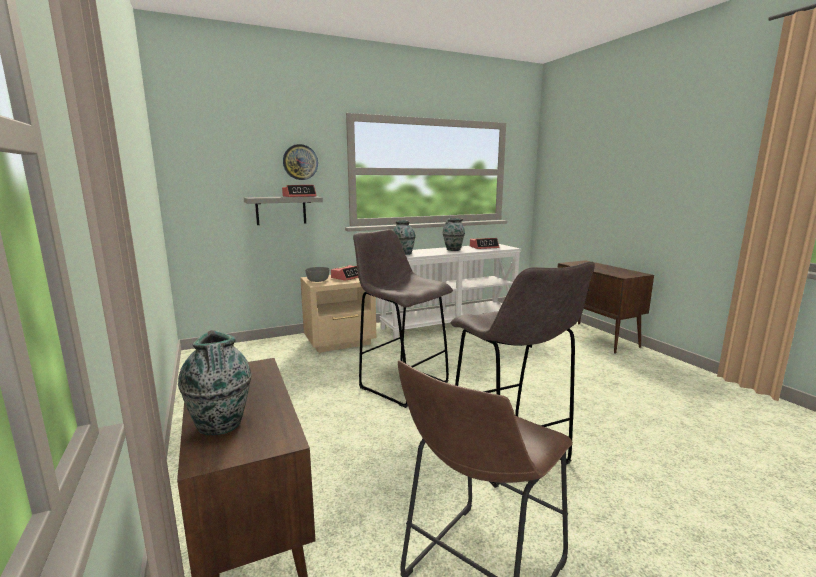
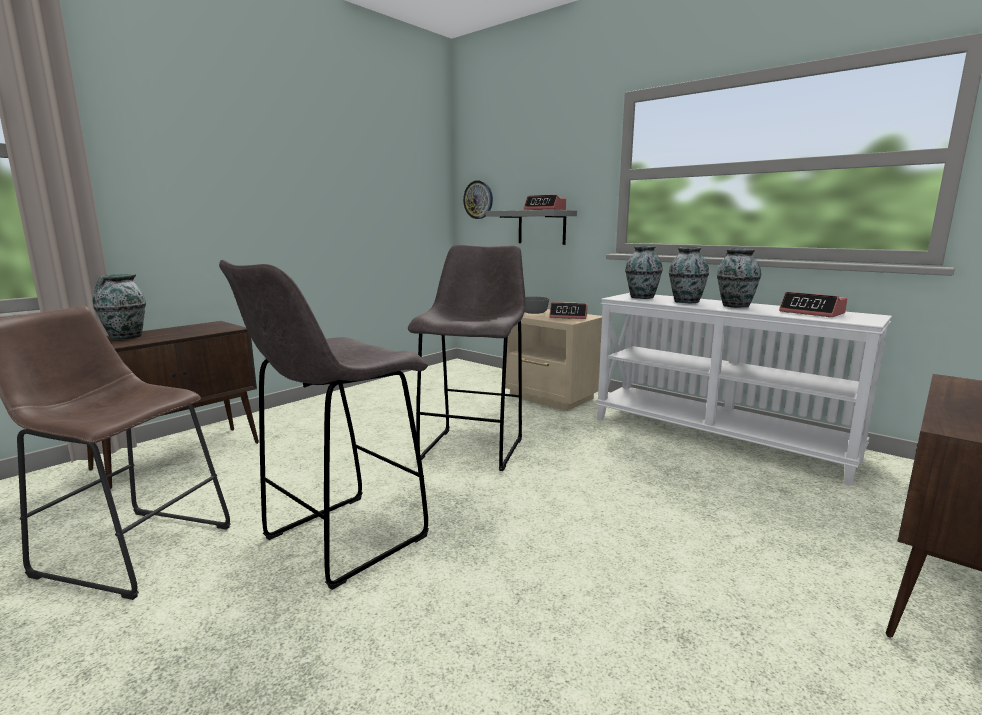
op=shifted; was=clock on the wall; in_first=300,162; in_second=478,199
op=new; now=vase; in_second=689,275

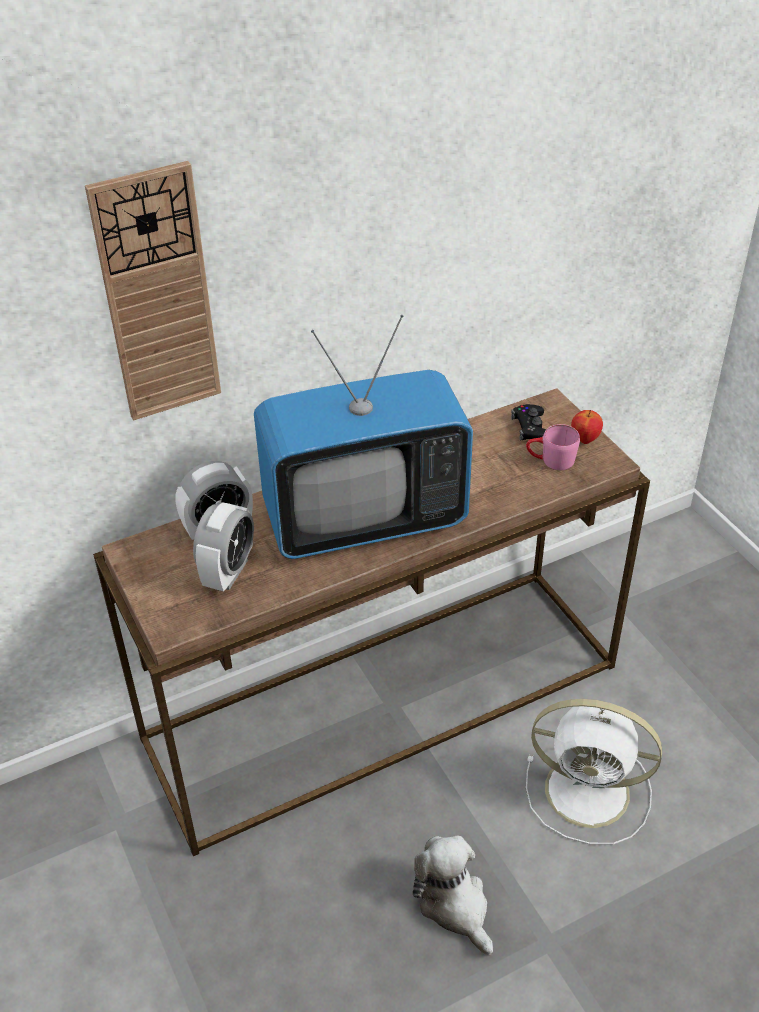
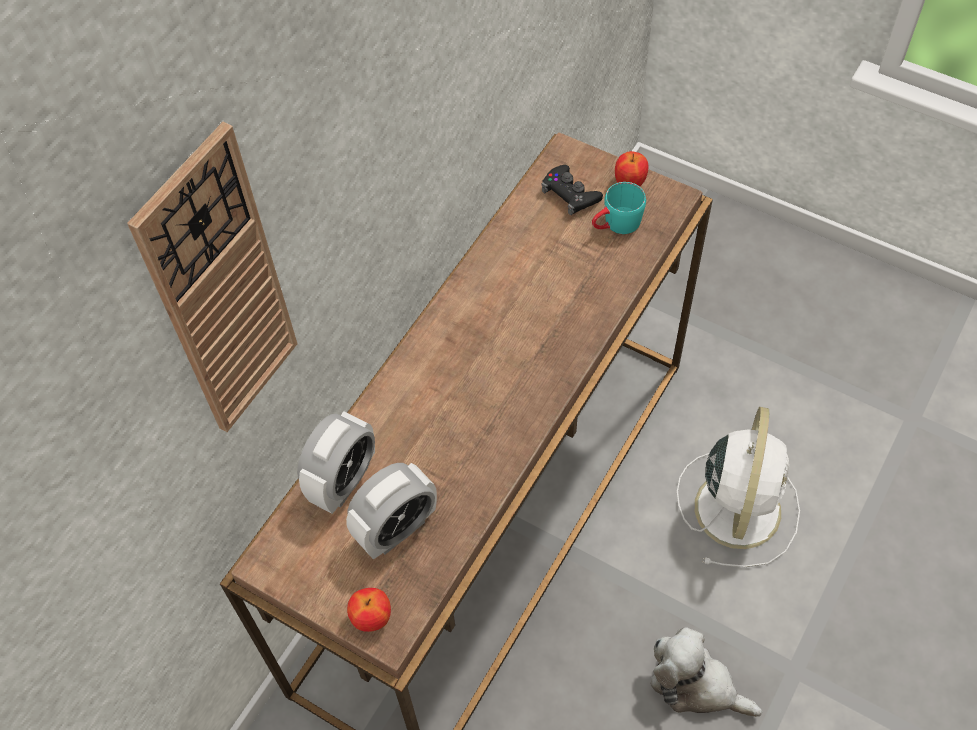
op=gone; was=TV set; in_first=363,437
op=repainted; was=pink coffee mug; now=turquoise coffee mug; in_first=553,447; in_second=619,208
op=rotated; was=table clock; in_first=223,546; in_second=391,511; clockwise=60
op=rotated; was=whitish electric fan; in_first=594,772; in_second=738,487; clockwise=-60
op=new; now=whole apple; in_second=369,610

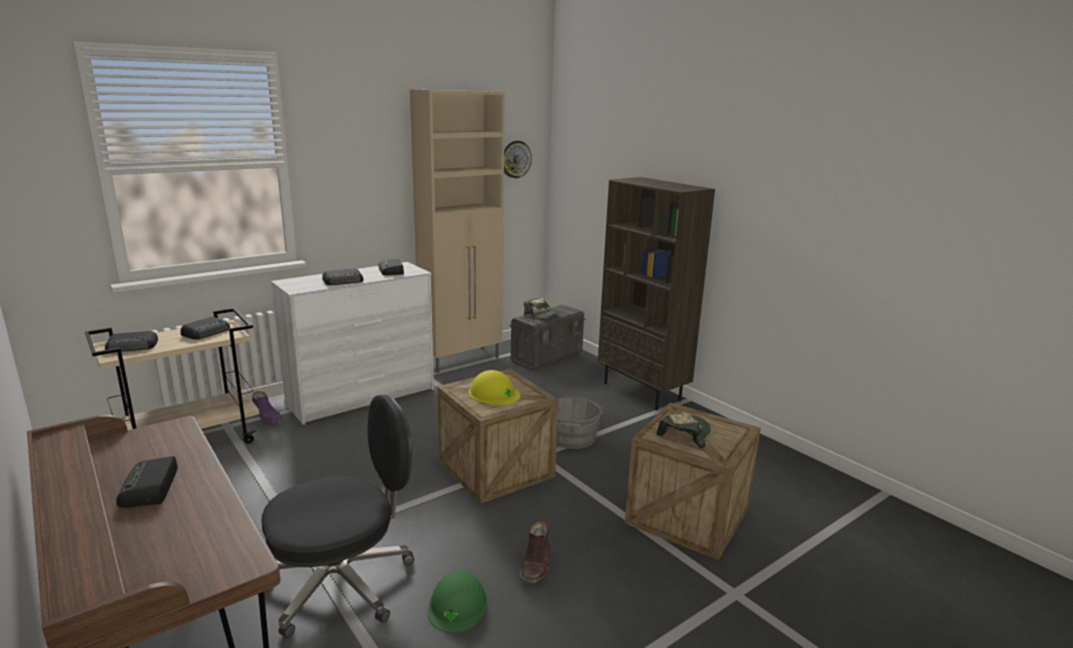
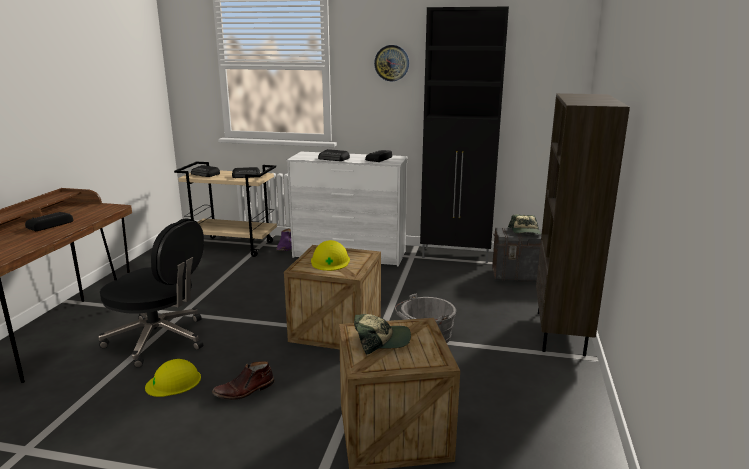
op=repainted; was=sand-coloured cabinet; now=blackish cabinet; in_first=457,231; in_second=464,135
op=shifted; was=clock on the wall; in_first=518,159; in_second=391,63
op=repainted; was=green-coloured work helmet; now=yellow-coloured work helmet; in_first=458,602; in_second=173,378

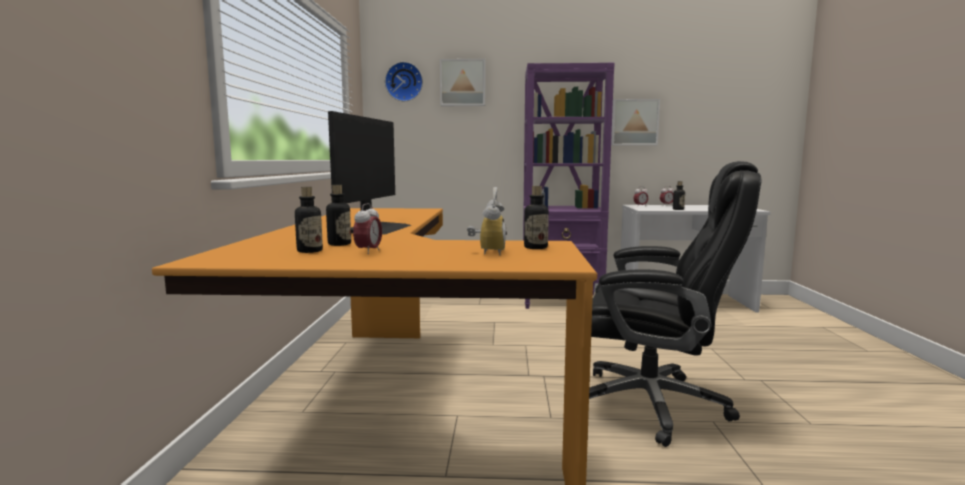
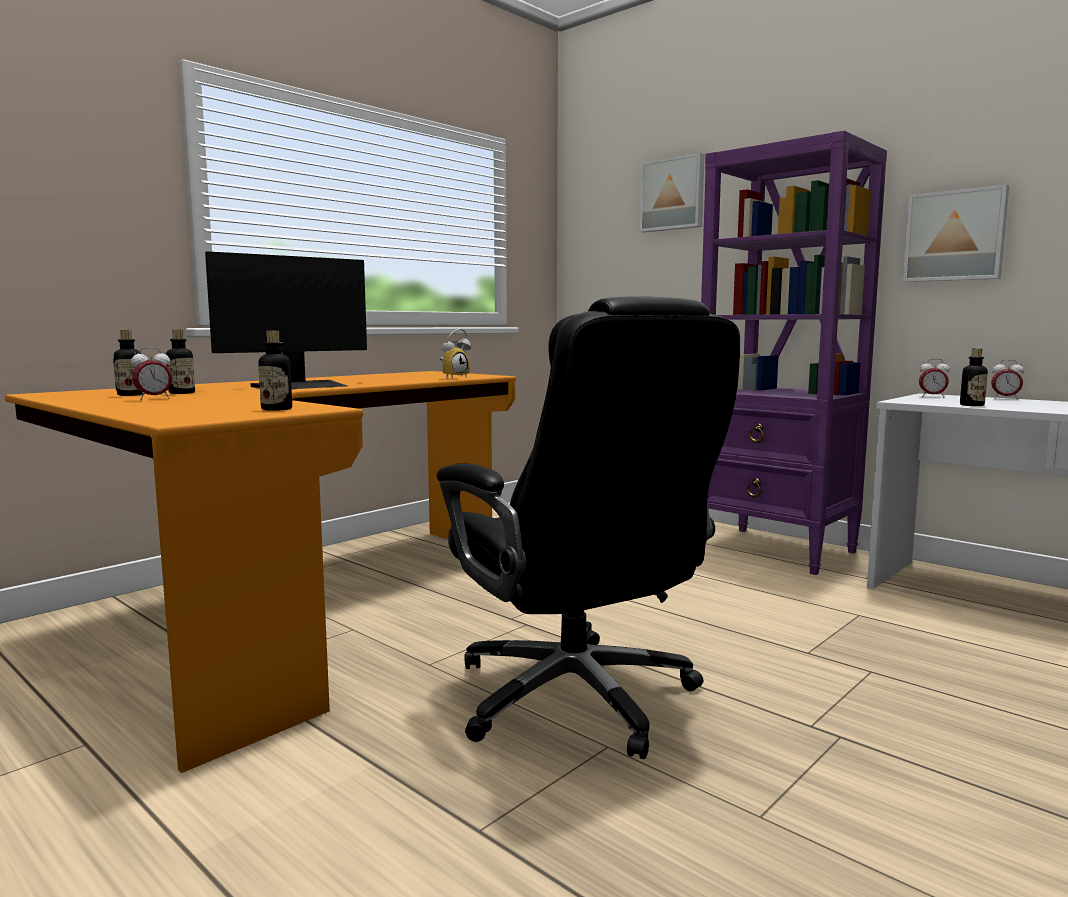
op=gone; was=clock on the wall; in_first=404,81
op=shifted; was=table clock; in_first=487,221; in_second=455,354

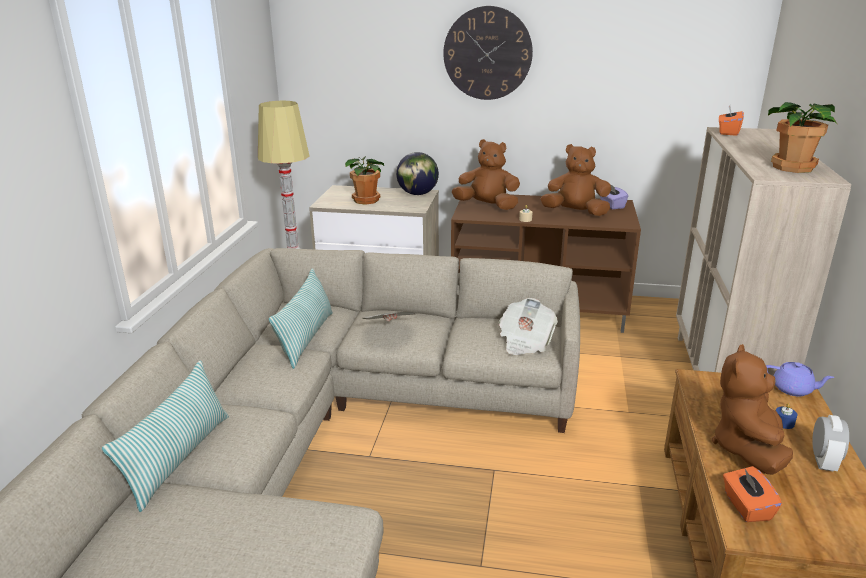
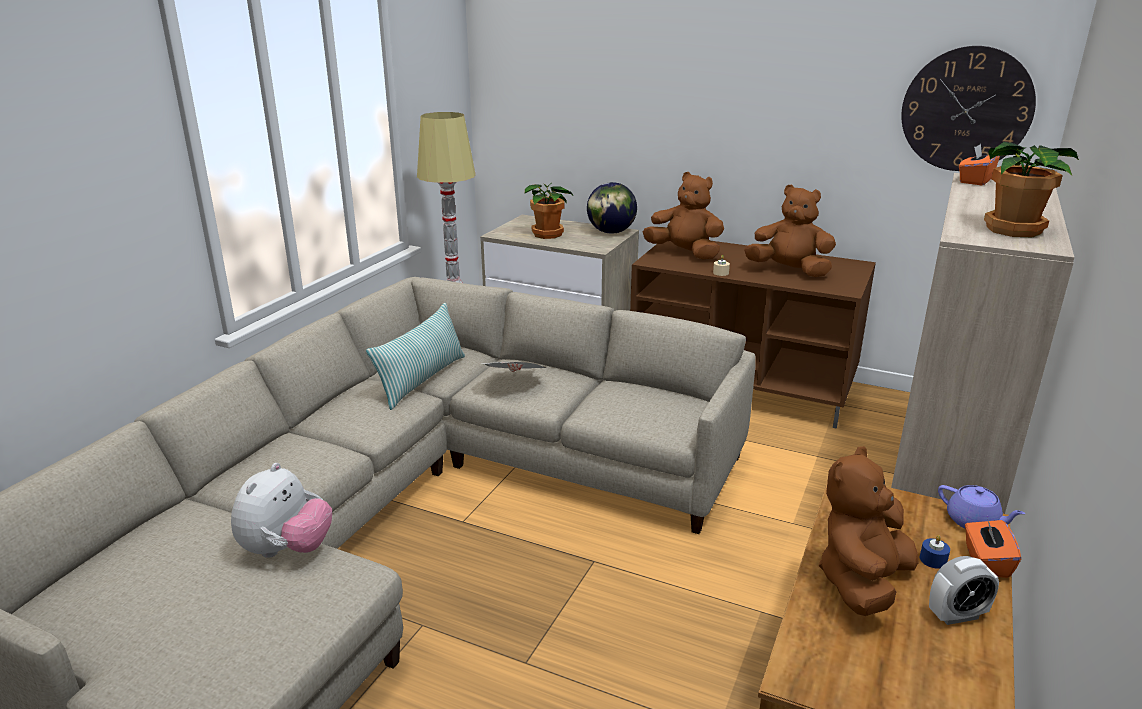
op=shifted; was=clock on the wall; in_first=488,53; in_second=968,108
op=gone; was=purple-coloured box of tissues; in_first=614,196
op=gone; was=printed paper; in_first=528,326
op=gone; was=pillow; in_first=165,436
op=rotated; was=table clock; in_first=830,443; in_second=964,590; clockwise=45
op=shifted; was=orangey box of tissues; in_first=752,494; in_second=993,547
op=new; now=soft toy; in_second=281,510

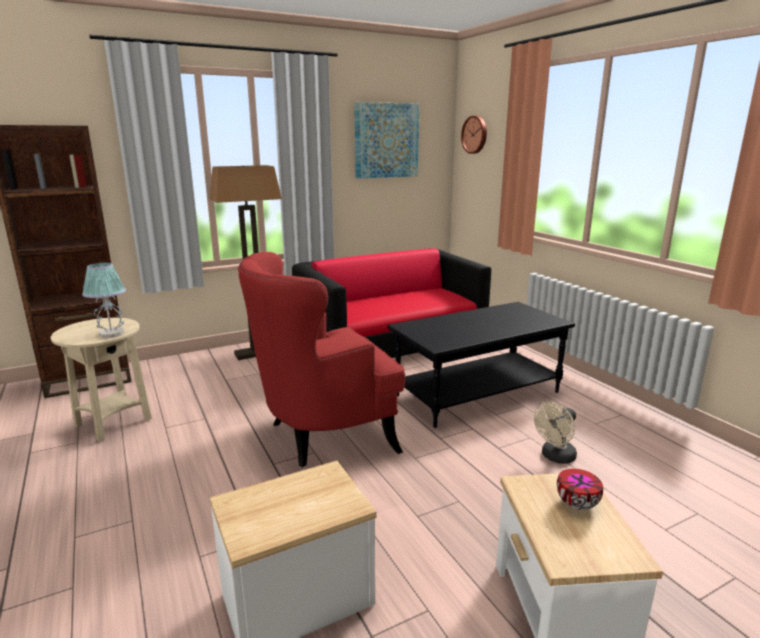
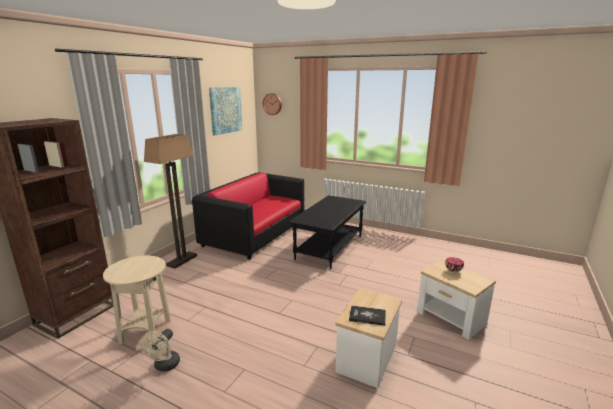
op=gone; was=red-coloured lounge chair; in_first=321,359
op=gone; was=tabletop lamp; in_first=104,300
op=shifted; was=sand-coloured electric fan; in_first=555,433; in_second=160,350
op=new; now=volume; in_second=367,315

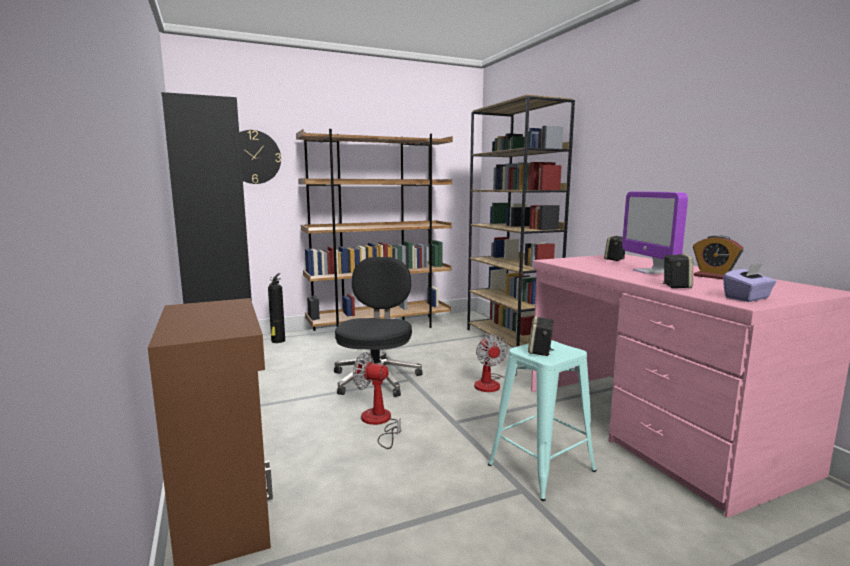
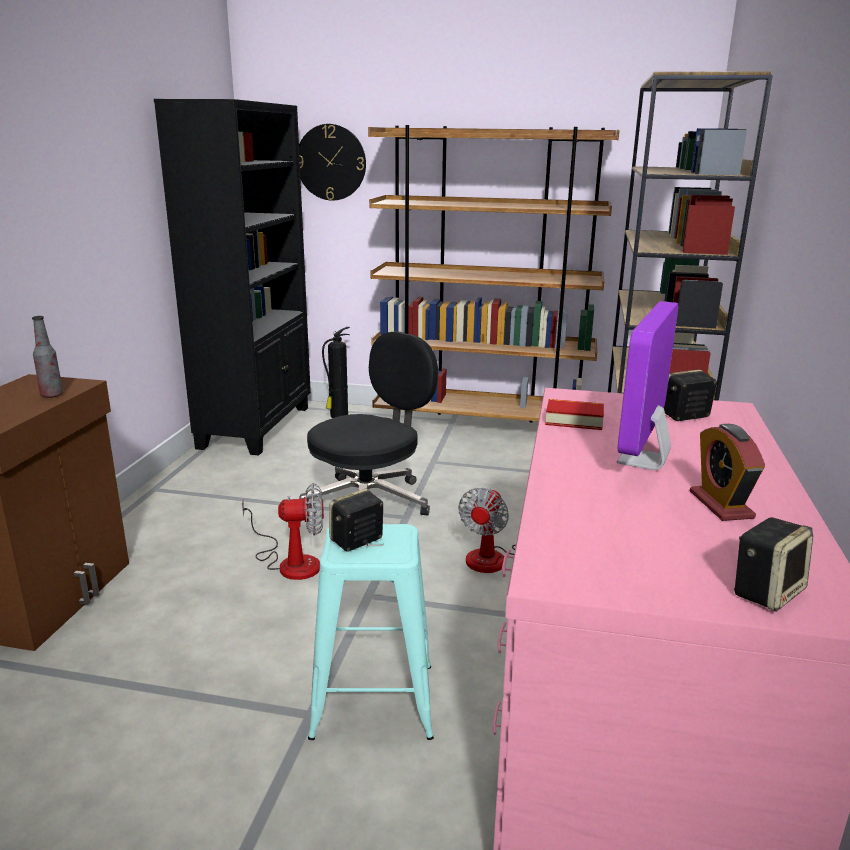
op=shifted; was=speaker; in_first=678,271; in_second=773,564
op=gone; was=purple-coloured box of tissues; in_first=749,282
op=rotated; was=electric fan; in_first=377,400; in_second=283,531; clockwise=120
op=new; now=drink bottle; in_second=47,357
op=new; now=volume; in_second=574,414

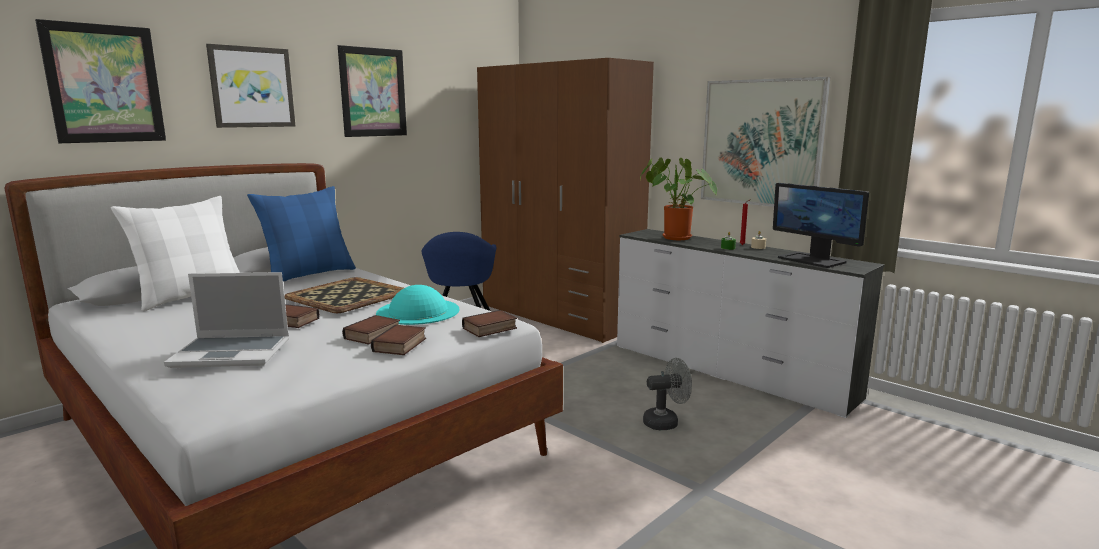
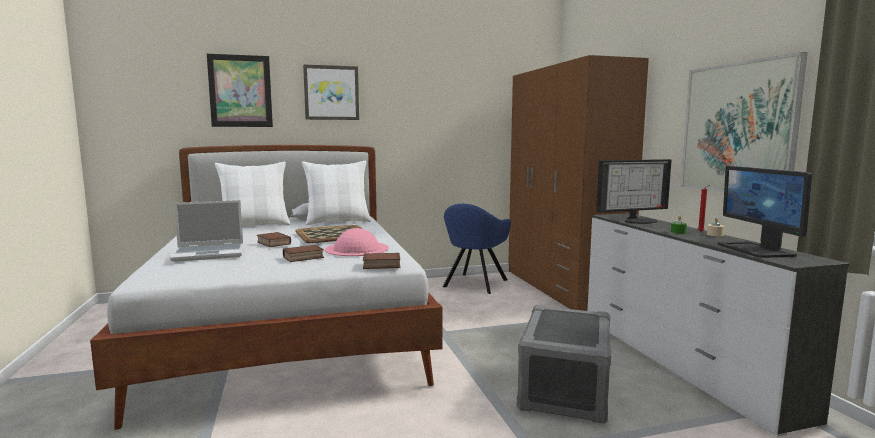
op=gone; was=wall art; in_first=372,91
op=swapped; was=potted plant; now=computer display; in_first=678,198; in_second=634,191
op=repainted; was=blue-coloured pillow; now=whitish pillow; in_first=301,233; in_second=336,193
op=rotated; was=notebook computer; in_first=226,320; in_second=206,231; clockwise=-45
op=repainted; was=turquoise wearable hat; now=pink wearable hat; in_first=418,305; in_second=357,242
op=gone; was=volume; in_first=398,340
op=swapped; was=grey electric fan; now=grey storage bin; in_first=667,394; in_second=564,364

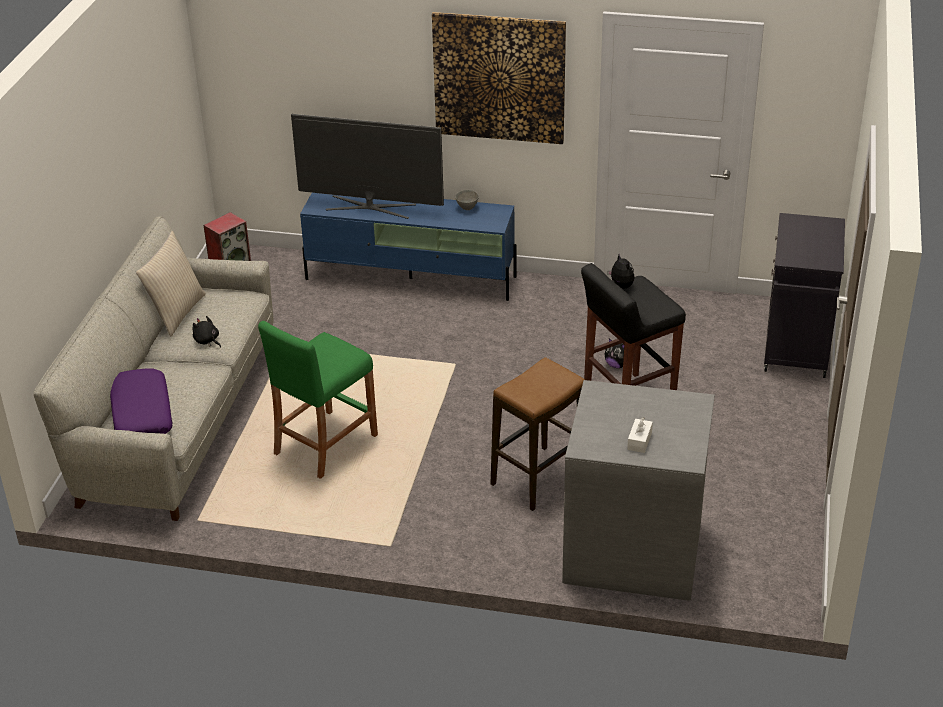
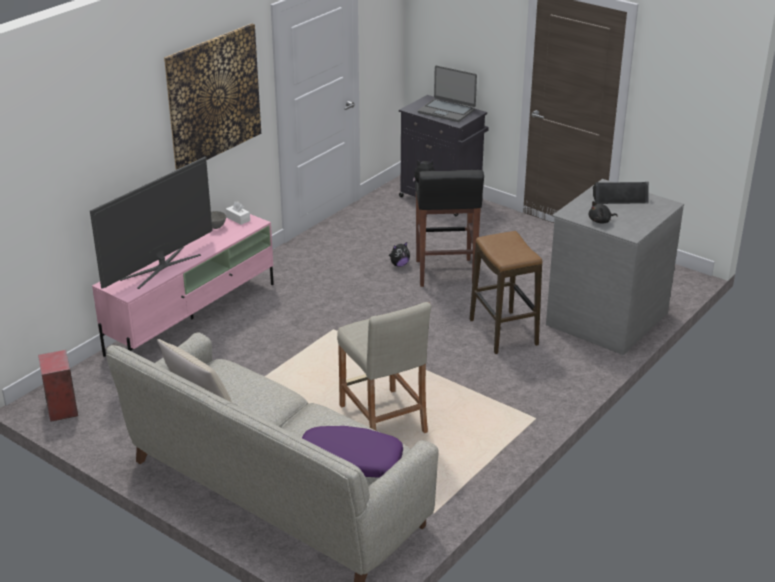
op=repainted; was=blue-coloured media console; now=pink media console; in_first=408,247; in_second=183,285
op=shifted; was=blackish soft toy; in_first=207,332; in_second=603,212
op=repainted; was=green-coloured stool seat; now=sand-coloured stool seat; in_first=318,400; in_second=384,367
op=shifted; was=whitish box of tissues; in_first=640,435; in_second=238,213
op=new; now=notebook computer; in_second=447,93
op=new; now=blackish speaker; in_second=621,193

